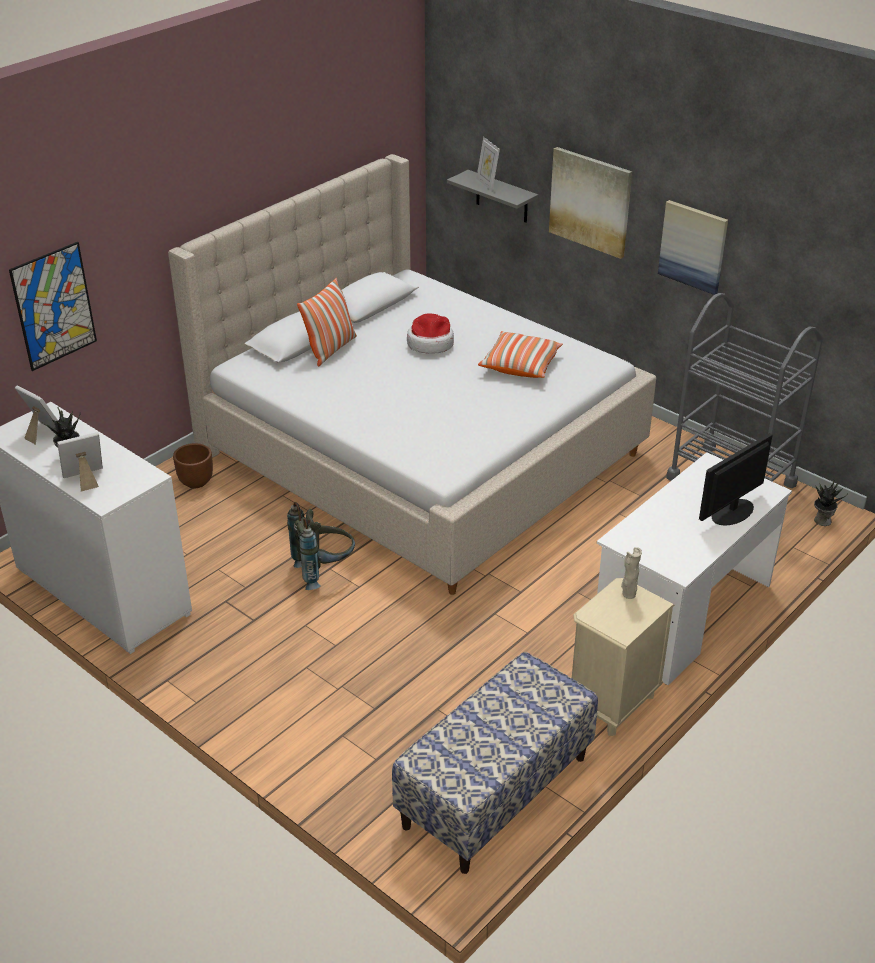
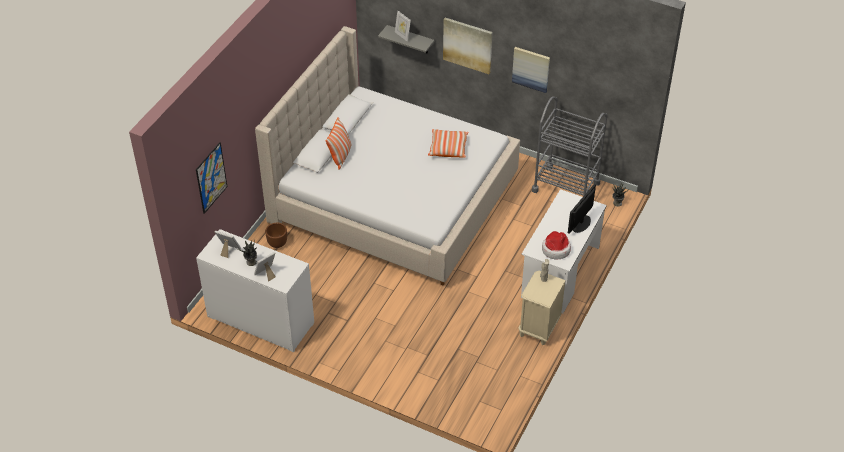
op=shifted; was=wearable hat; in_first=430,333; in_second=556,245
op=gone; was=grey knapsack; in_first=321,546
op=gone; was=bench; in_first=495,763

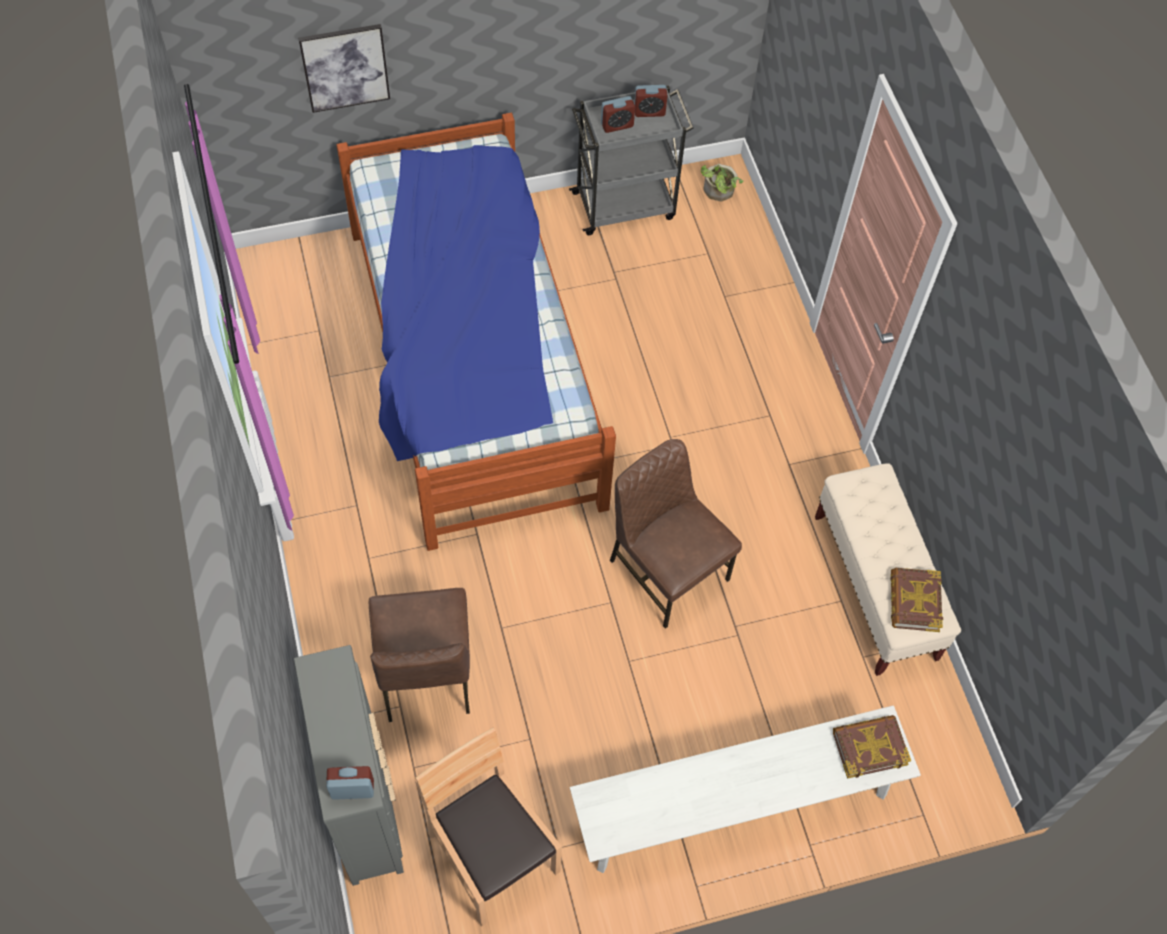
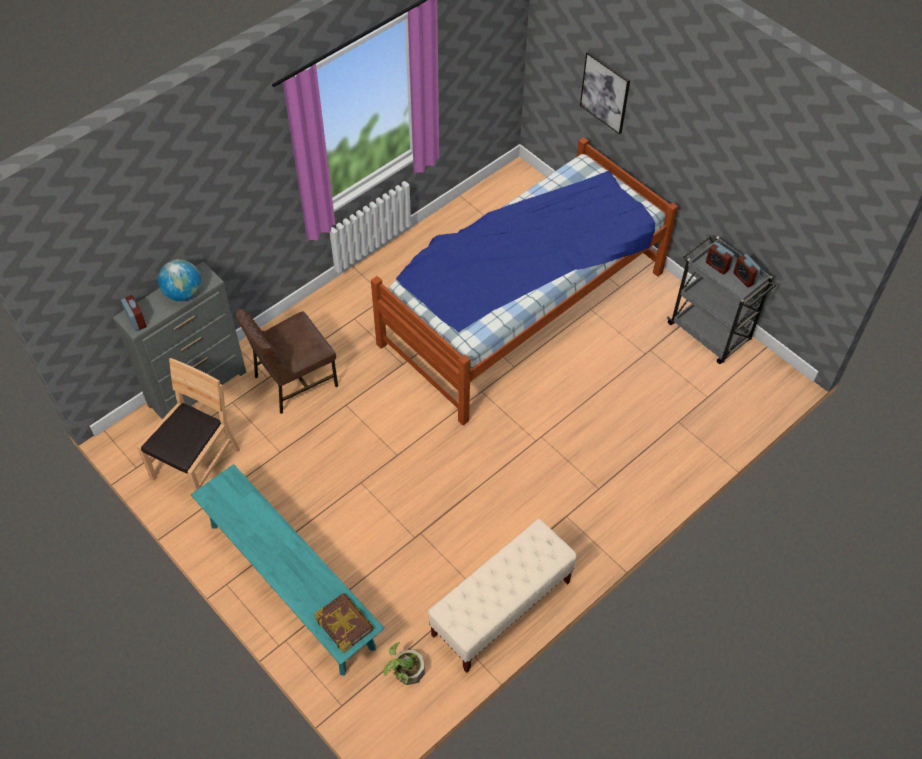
op=shifted; was=potted plant; in_first=722,183; in_second=404,663
op=gone; was=brown chair; in_first=676,534
op=gone; was=volume; in_first=916,600
op=repainted; was=whitish bench; now=turquoise bench; in_first=745,789; in_second=288,570
op=new; now=globe; in_second=179,280

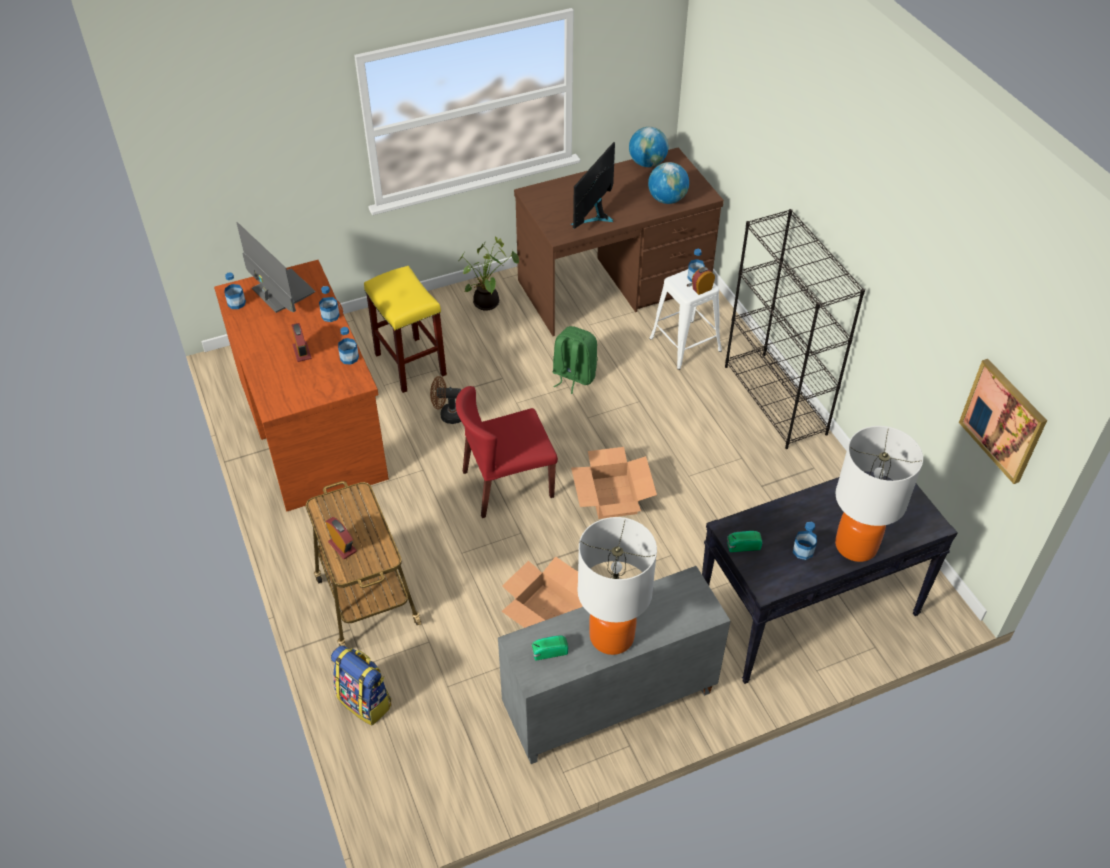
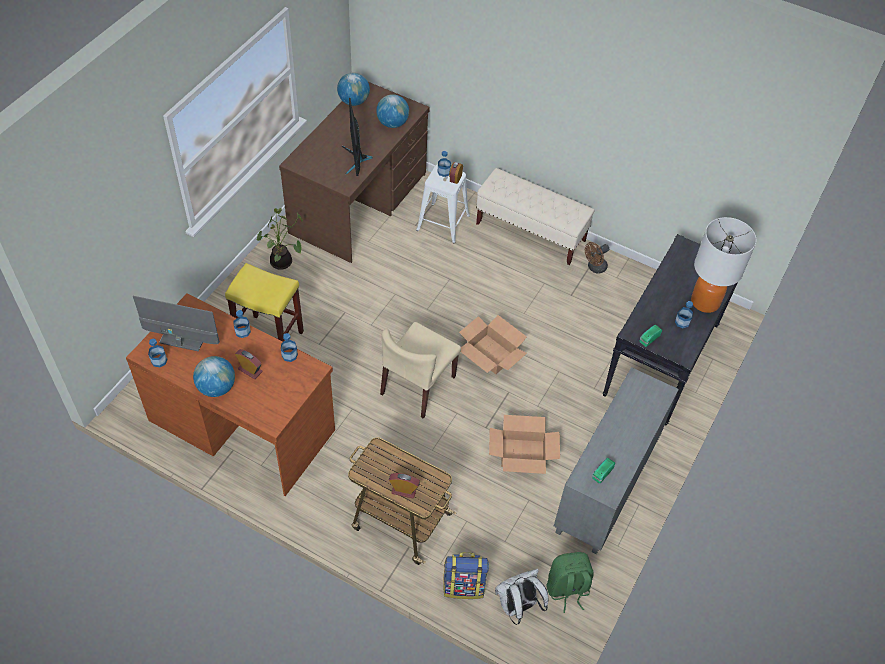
op=swapped; was=blackish bookcase; now=sand-coloured bench; in_first=795,329; in_second=535,216
op=shifted; was=green-coloured knapsack; in_first=574,360; in_second=570,582
op=gone; was=wall art; in_first=1003,421
op=shifted; was=brown electric fan; in_first=445,400; in_second=597,257
op=repainted; was=red-coloured chair; now=sand-coloured chair; in_first=507,452; in_second=420,370
op=gone; was=tabletop lamp; in_first=617,586
op=new; now=globe; in_second=214,376
op=new; now=whitish knapsack; in_second=521,597

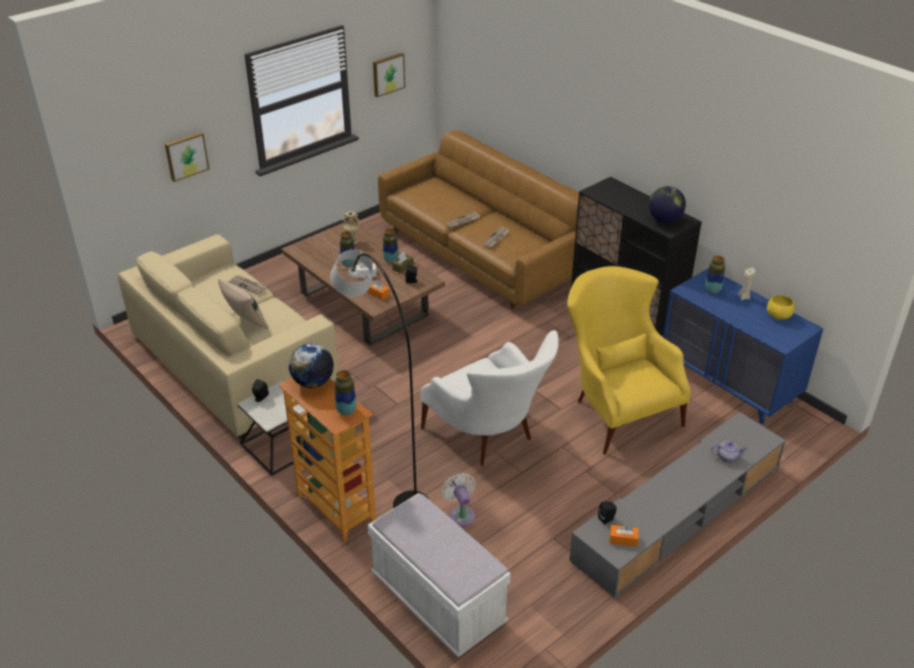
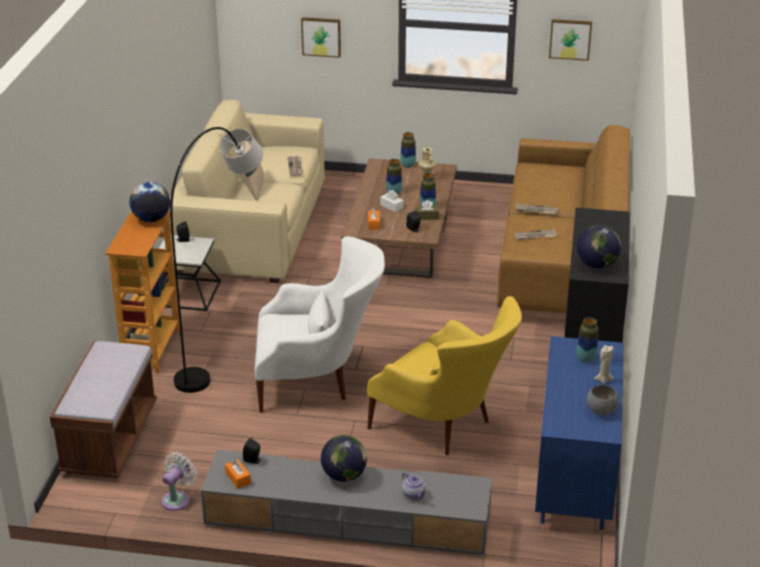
op=rotated; was=yellow-coloured lounge chair; in_first=628,360; in_second=444,375; clockwise=105
op=repainted; was=yellow-coloured serving bowl; now=grey serving bowl; in_first=780,307; in_second=603,400
op=rotated; was=whitish lounge chair; in_first=490,398; in_second=320,324; clockwise=-105
op=shifted; was=vase; in_first=346,392; in_second=408,150
op=shifted; was=whitish electric fan; in_first=459,500; in_second=179,481
op=repainted; was=whitish bench; now=brown bench; in_first=439,575; in_second=103,409
op=new; now=globe; in_second=344,458

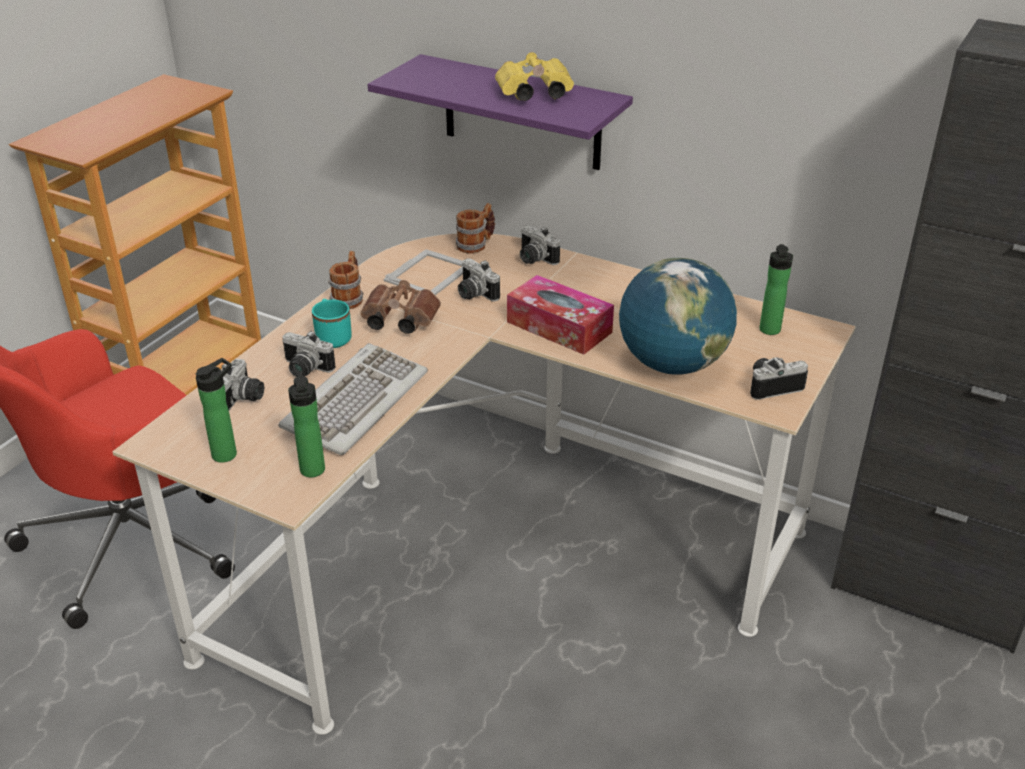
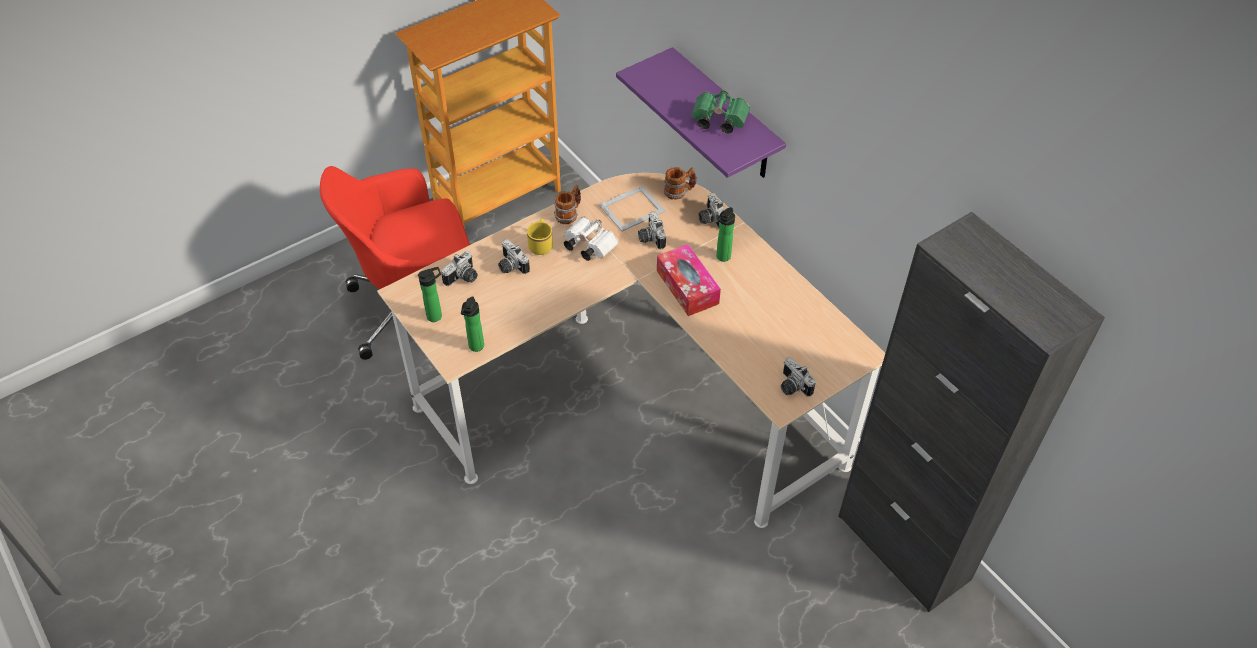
op=repainted; was=yellow-coloured field glasses; now=green-coloured field glasses; in_first=534,76; in_second=720,111
op=shifted; was=drink bottle; in_first=776,289; in_second=725,234
op=gone; was=globe; in_first=678,316
op=repainted; was=brown field glasses; now=whitish field glasses; in_first=400,307; in_second=591,239
op=repainted; was=turquoise coffee mug; now=yellow-coloured coffee mug; in_first=332,323; in_second=540,237
op=gone; was=keyboard; in_first=353,399
op=rotated; was=still camera; in_first=779,378; in_second=798,377; clockwise=-135

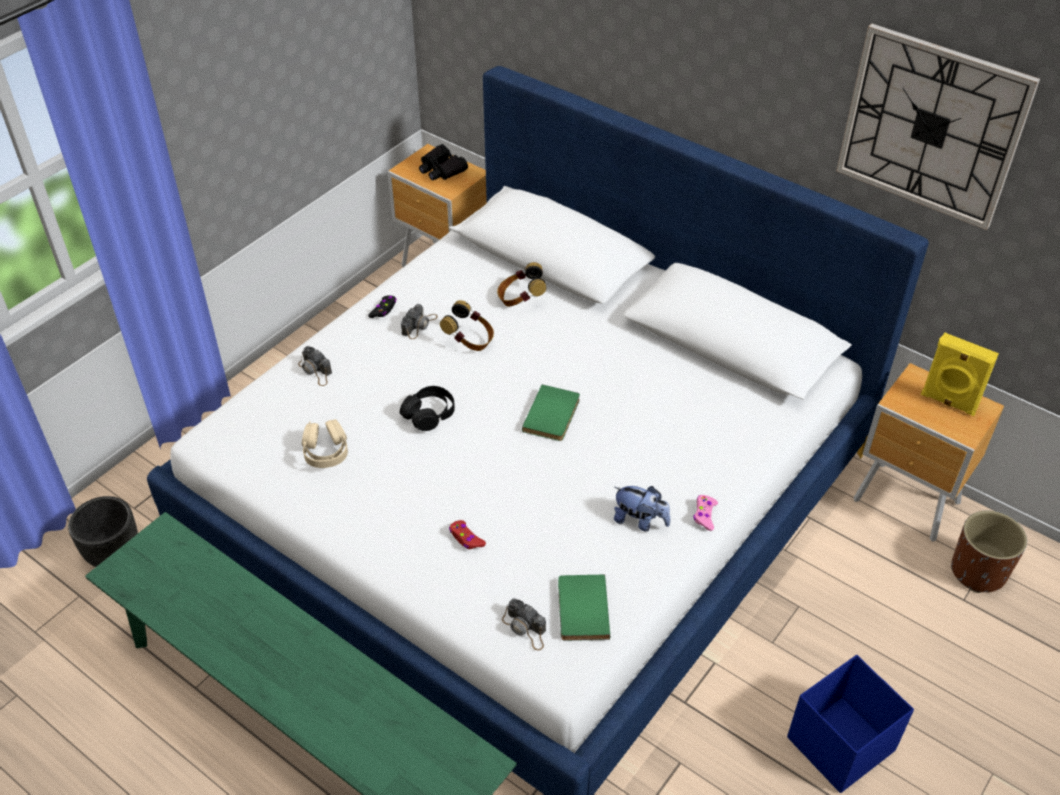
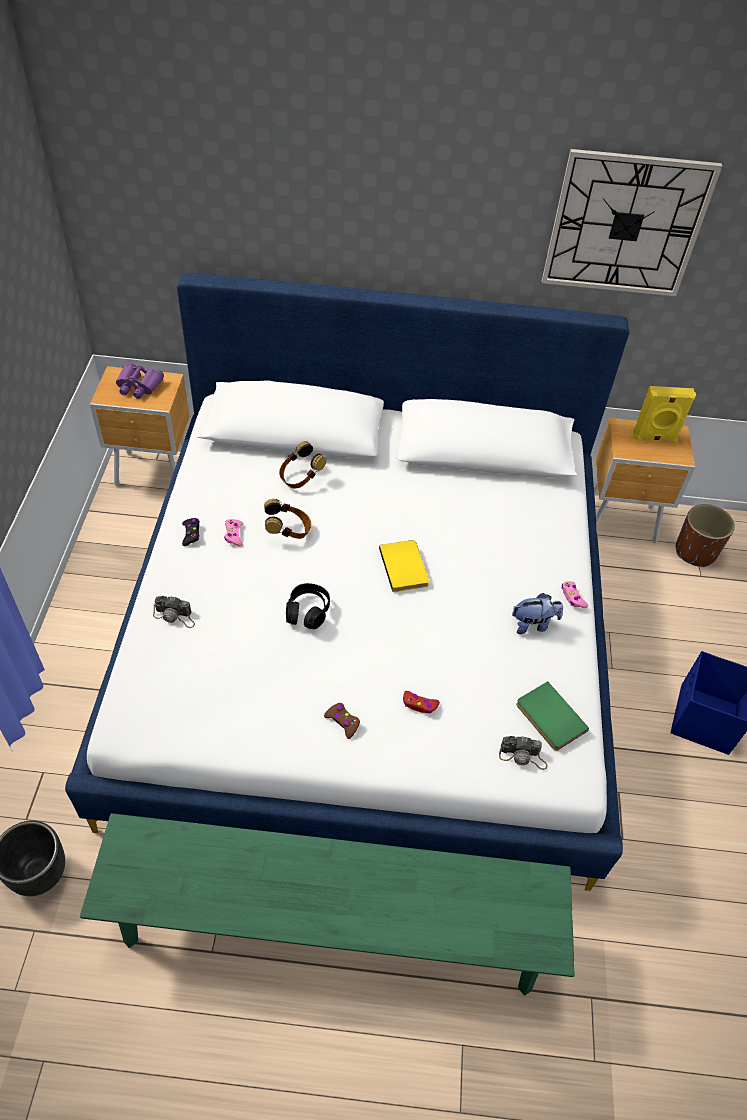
op=repainted; was=blackish field glasses; now=purple-coloured field glasses; in_first=443,162; in_second=140,380
op=swapped; was=still camera; now=pink gamepad; in_first=419,321; in_second=233,532
op=repainted; was=green-coloured volume; now=yellow-coloured volume; in_first=551,412; in_second=404,566
op=gone; was=sand-coloured headphones; in_first=325,443
op=new; now=brown gamepad; in_second=342,721

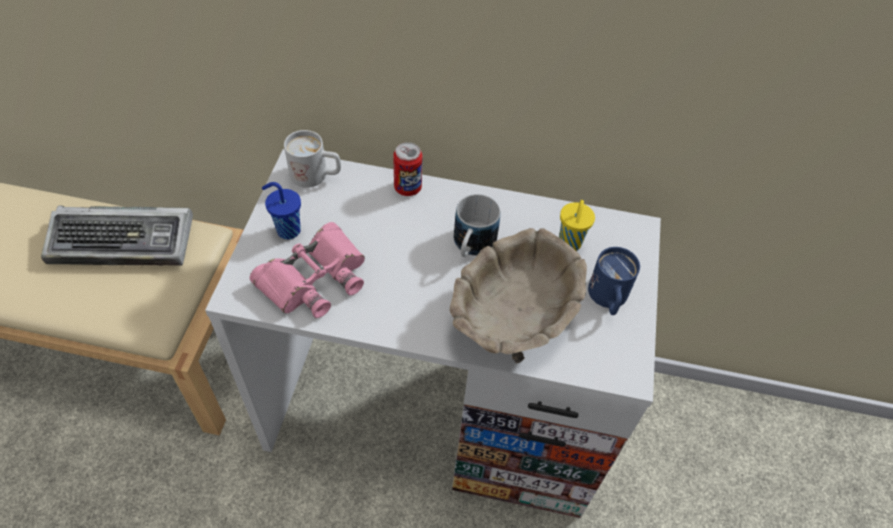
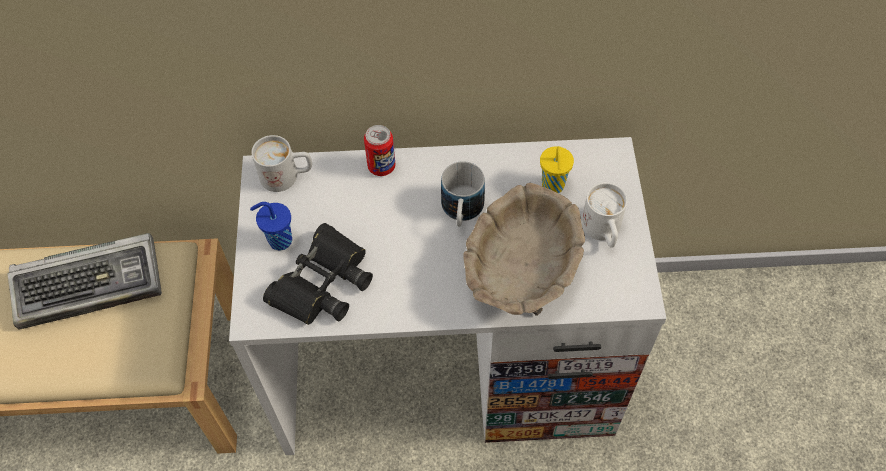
op=repainted; was=pink field glasses; now=blackish field glasses; in_first=307,270; in_second=318,274
op=repainted; was=blue-coloured coffee mug; now=whitish coffee mug; in_first=614,281; in_second=604,215

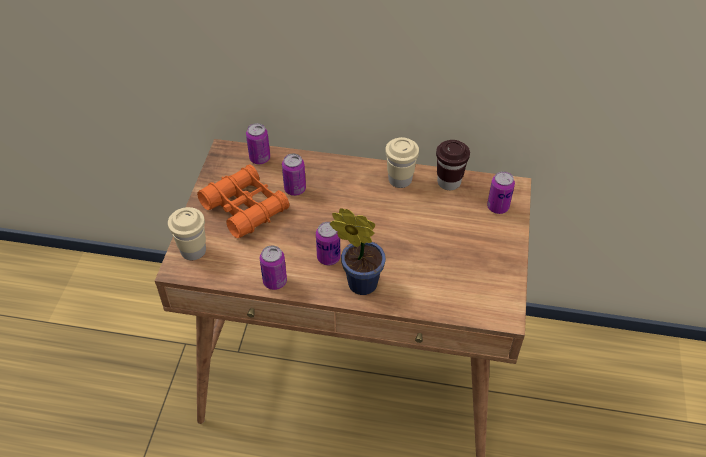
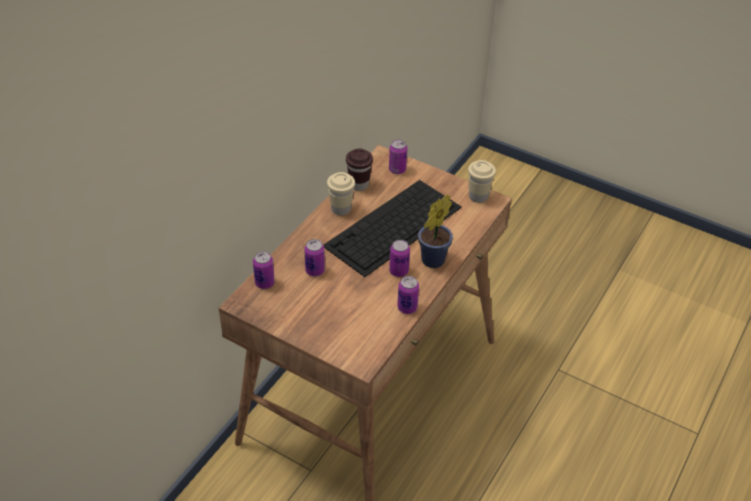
op=gone; was=orangey field glasses; in_first=243,201
op=shifted; was=sand-coloured drinking cup; in_first=187,233; in_second=482,181
op=new; now=keyboard; in_second=393,228

